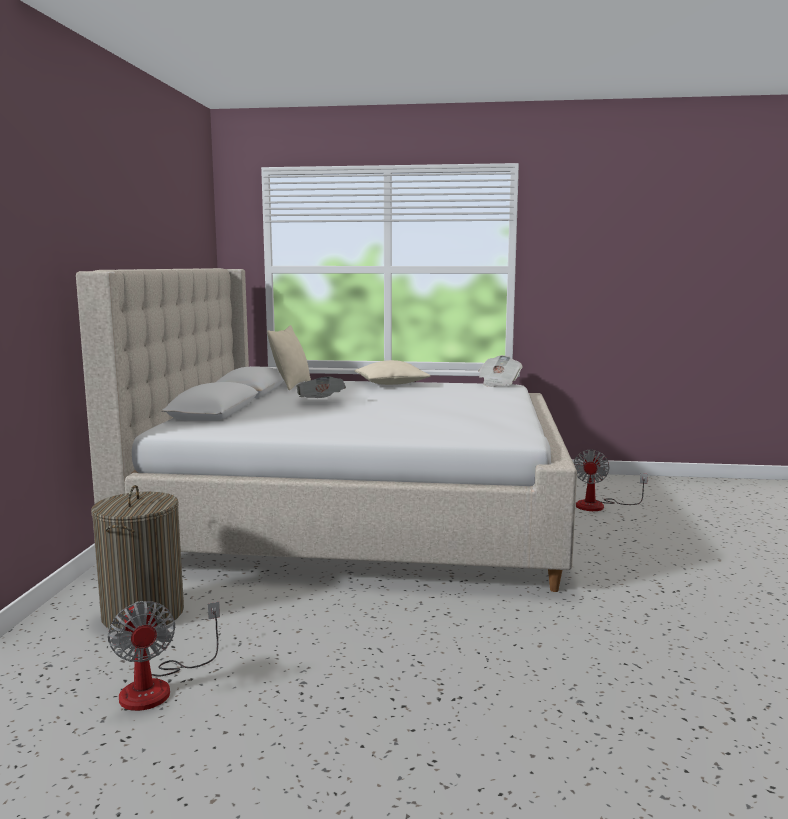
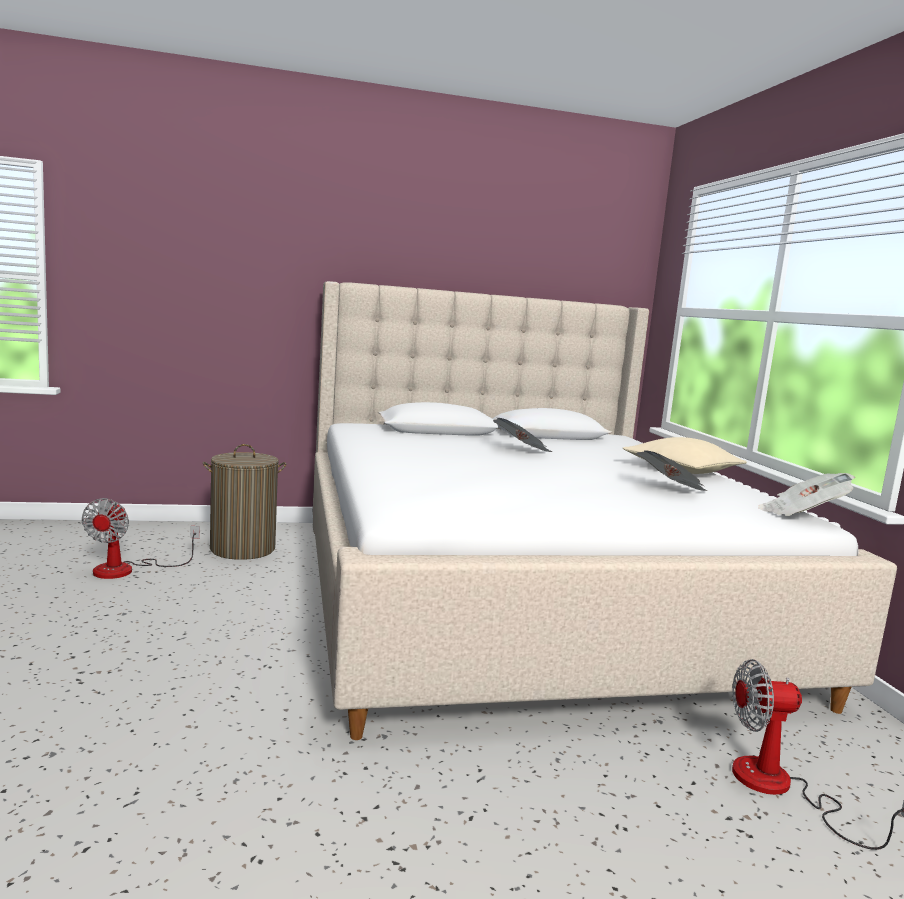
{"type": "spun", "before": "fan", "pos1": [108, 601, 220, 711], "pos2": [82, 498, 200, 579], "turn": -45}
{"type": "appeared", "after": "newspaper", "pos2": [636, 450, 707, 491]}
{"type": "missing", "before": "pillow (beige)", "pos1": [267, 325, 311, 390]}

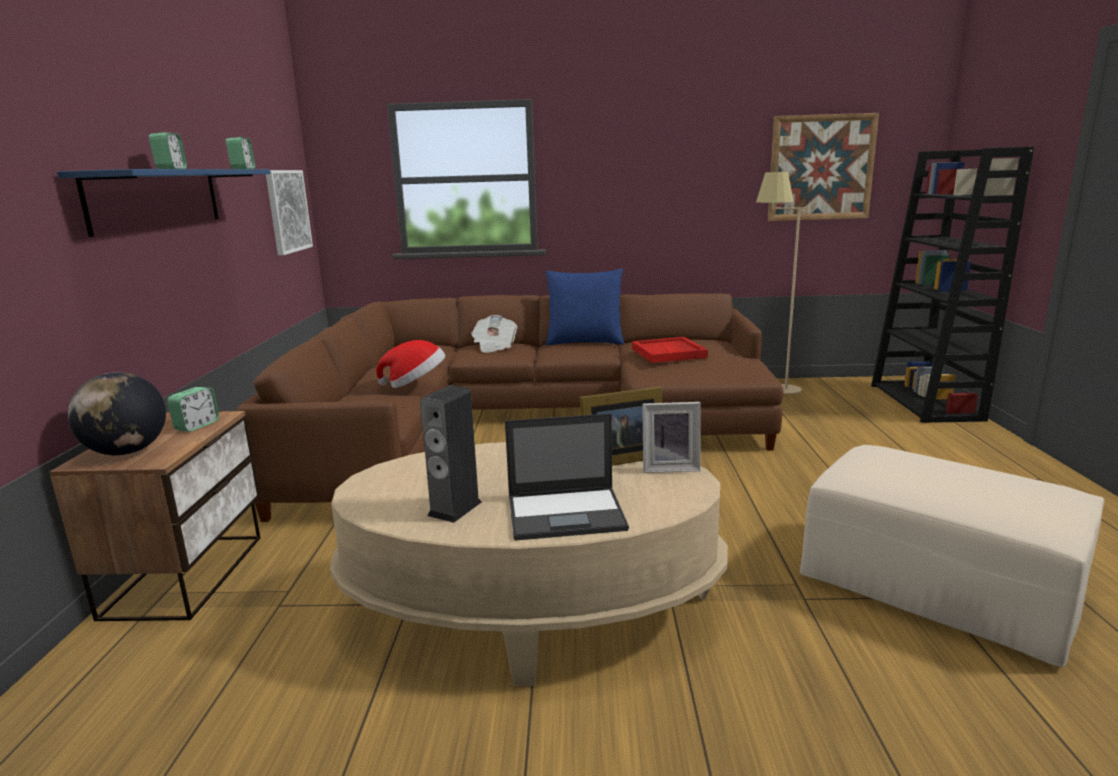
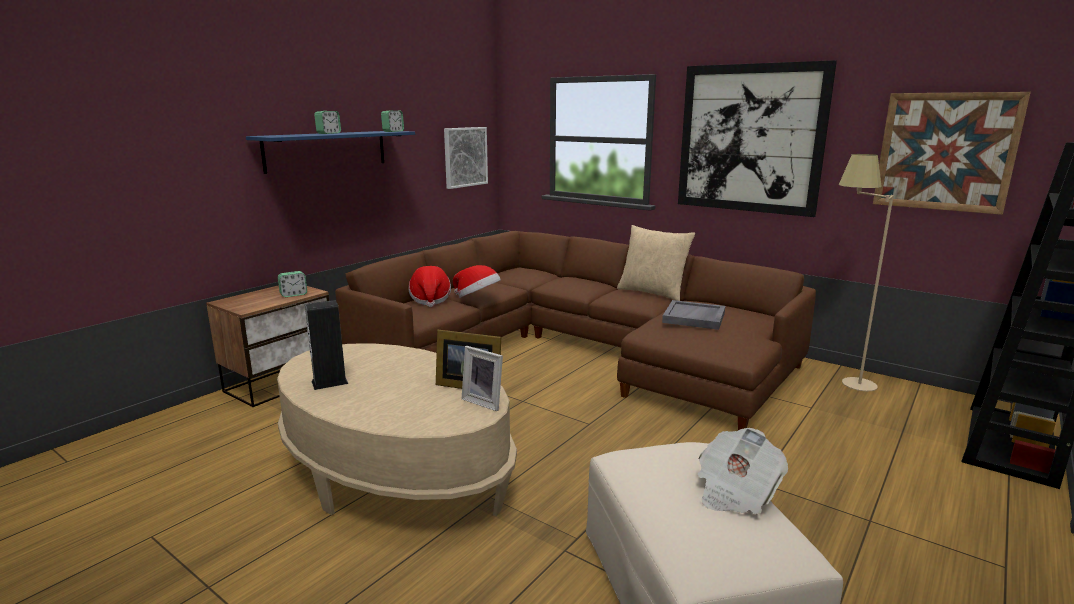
{"type": "appeared", "after": "hat", "pos2": [409, 266, 451, 307]}
{"type": "colour", "before": "pillow (blue)", "after": "pillow (beige)", "pos1": [546, 269, 624, 346], "pos2": [617, 225, 695, 301]}
{"type": "colour", "before": "tray (red)", "after": "tray (grey)", "pos1": [632, 337, 708, 363], "pos2": [662, 300, 725, 330]}
{"type": "appeared", "after": "picture", "pos2": [678, 60, 837, 217]}
{"type": "relocated", "before": "newspaper", "pos1": [471, 315, 518, 353], "pos2": [698, 428, 788, 514]}
{"type": "missing", "before": "globe", "pos1": [68, 372, 166, 456]}
{"type": "missing", "before": "laptop", "pos1": [505, 413, 629, 541]}

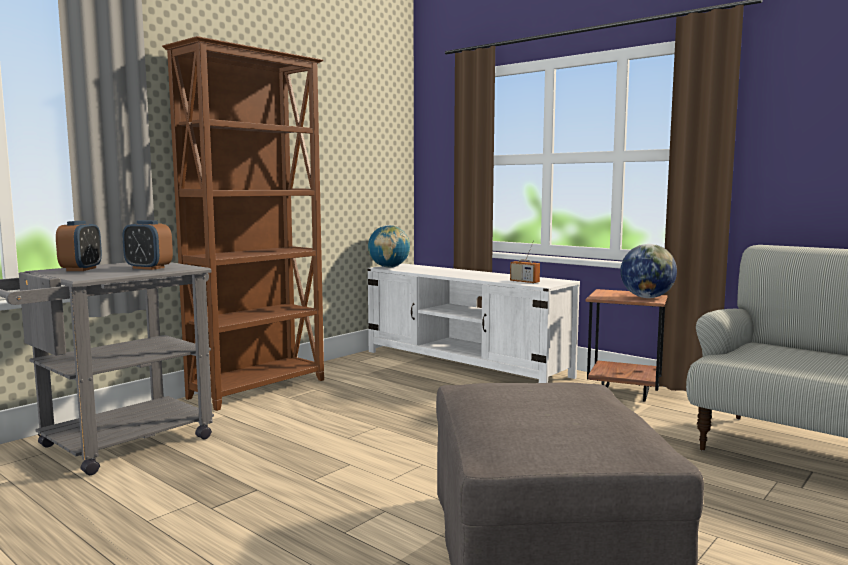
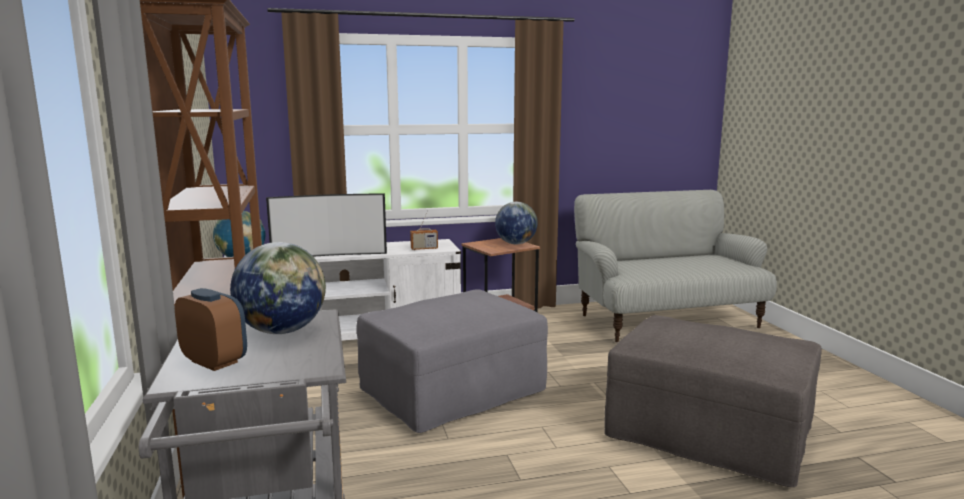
{"type": "exchanged", "before": "alarm clock", "after": "globe", "pos1": [123, 220, 173, 270], "pos2": [230, 242, 326, 334]}
{"type": "appeared", "after": "television", "pos2": [266, 193, 387, 257]}
{"type": "appeared", "after": "ottoman (grey)", "pos2": [356, 289, 548, 433]}

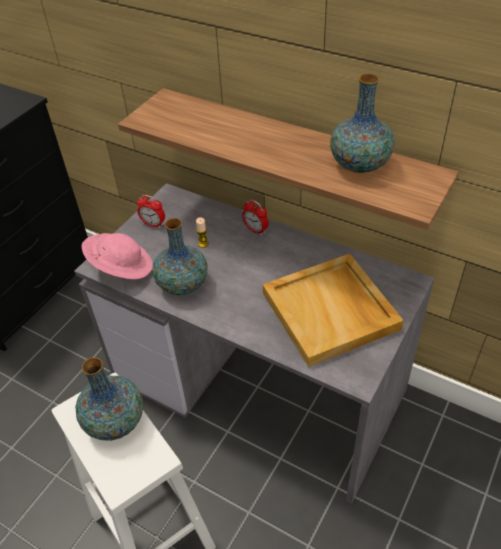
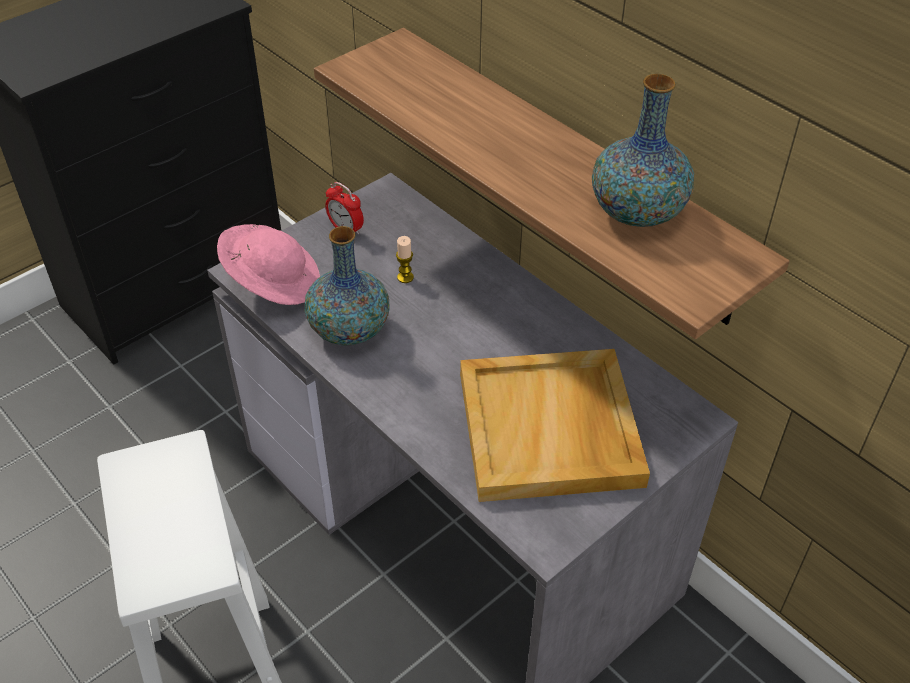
{"type": "missing", "before": "vase", "pos1": [75, 357, 143, 441]}
{"type": "missing", "before": "alarm clock", "pos1": [242, 199, 269, 235]}

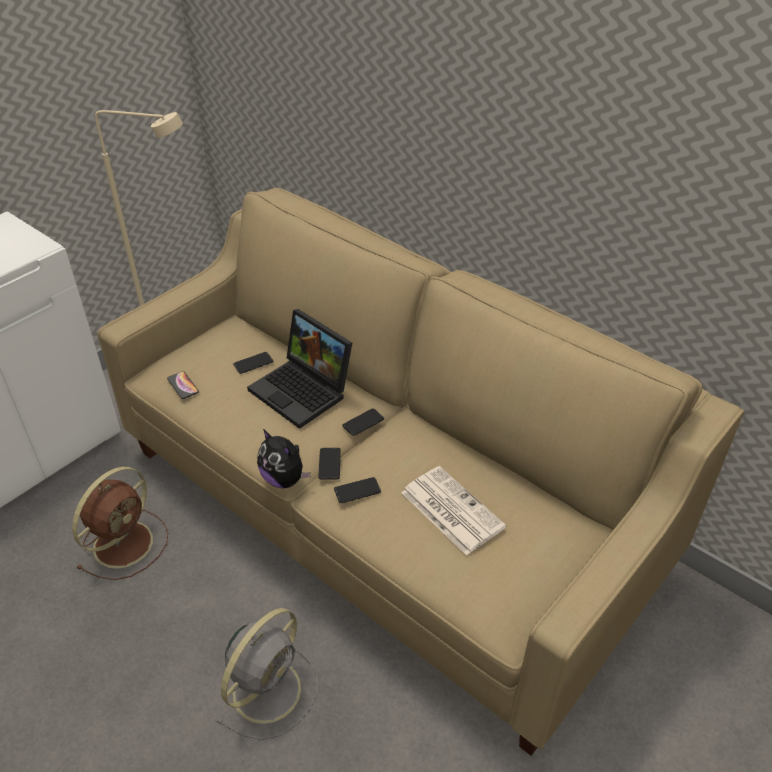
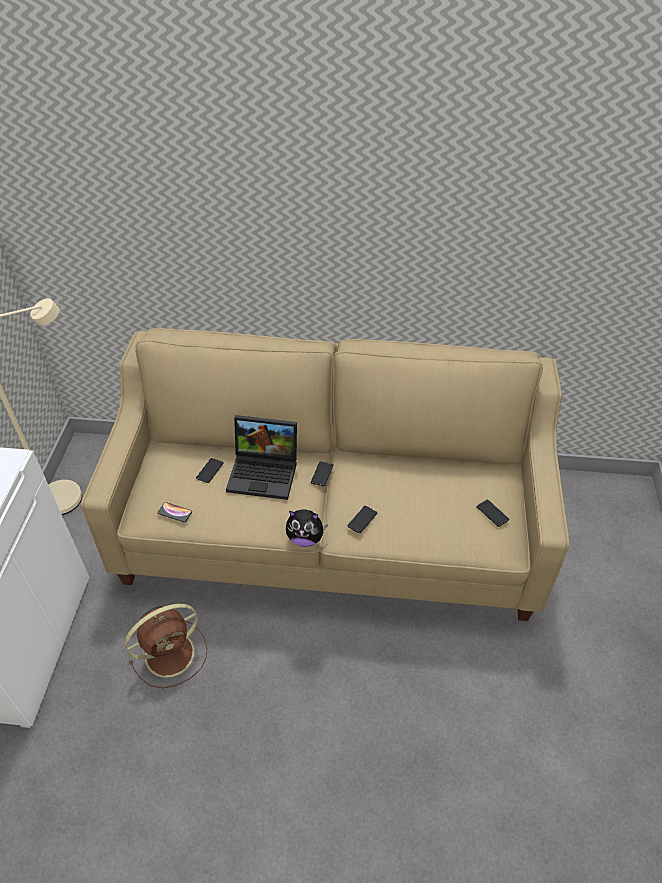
{"type": "spun", "before": "fan (brown)", "pos1": [72, 467, 168, 580], "pos2": [125, 604, 207, 688], "turn": 60}
{"type": "relocated", "before": "phone", "pos1": [318, 448, 341, 480], "pos2": [477, 500, 509, 527]}
{"type": "missing", "before": "fan (grey)", "pos1": [216, 608, 318, 740]}
{"type": "missing", "before": "newspaper", "pos1": [401, 466, 506, 556]}

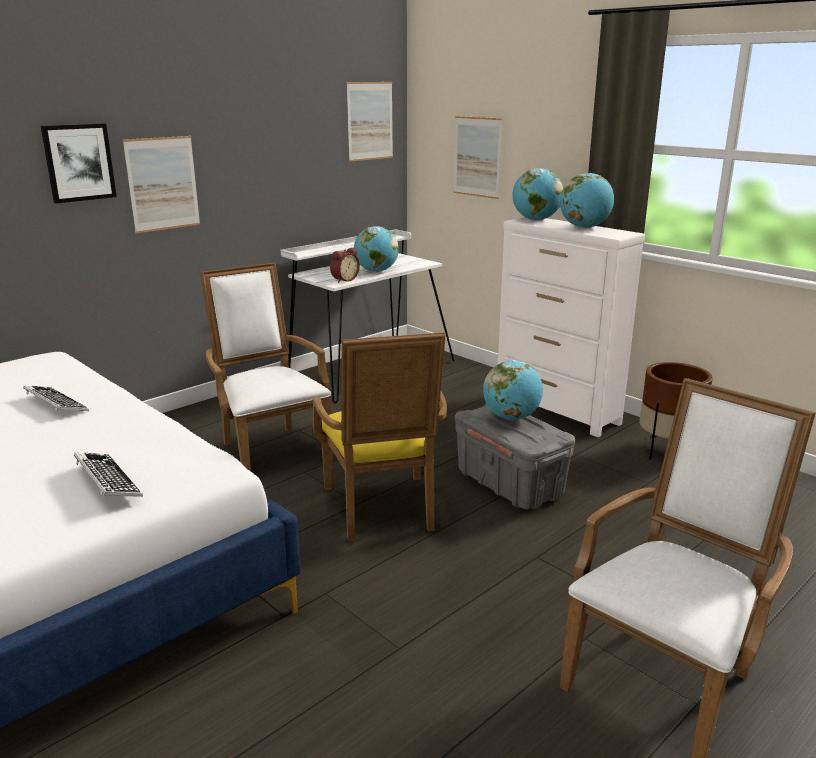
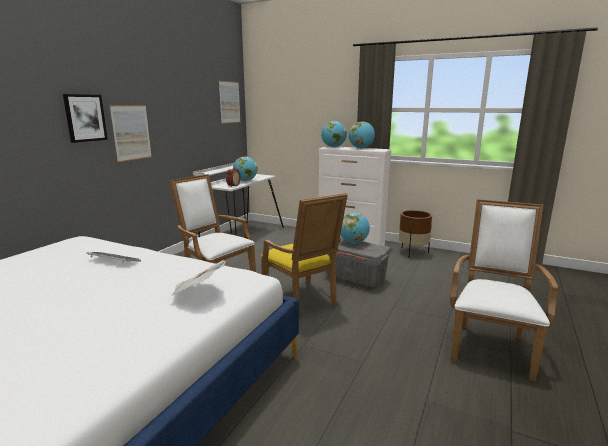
{"type": "exchanged", "before": "keyboard", "after": "newspaper", "pos1": [74, 452, 143, 497], "pos2": [170, 259, 226, 297]}
{"type": "missing", "before": "picture", "pos1": [454, 116, 503, 199]}

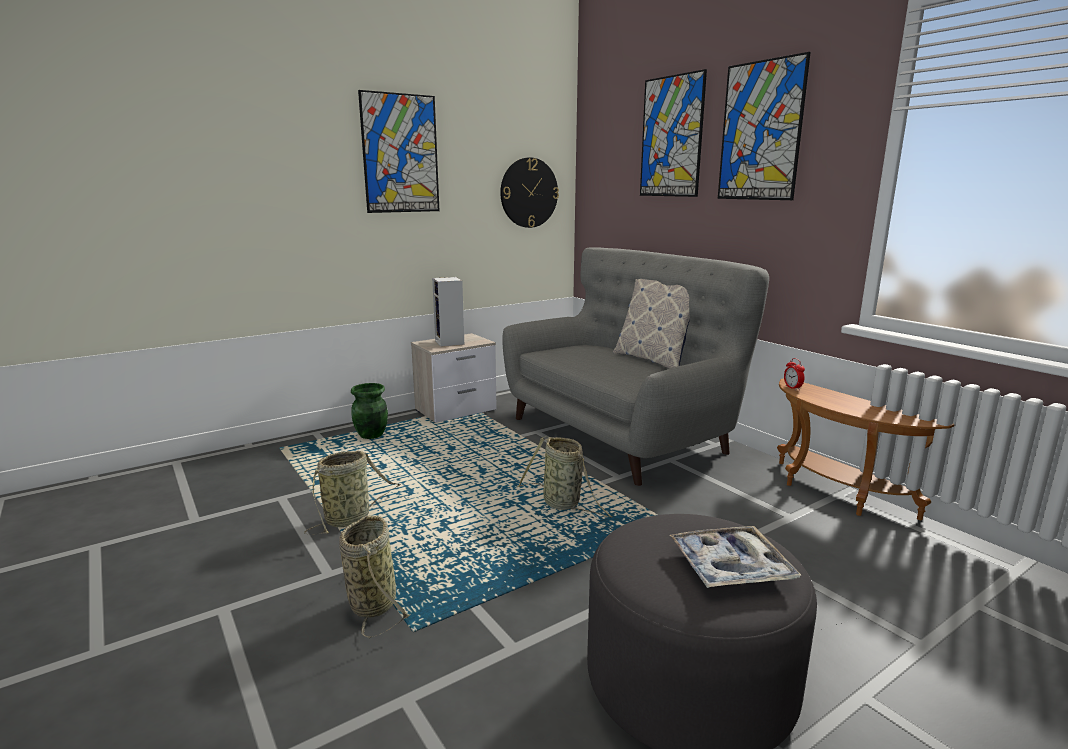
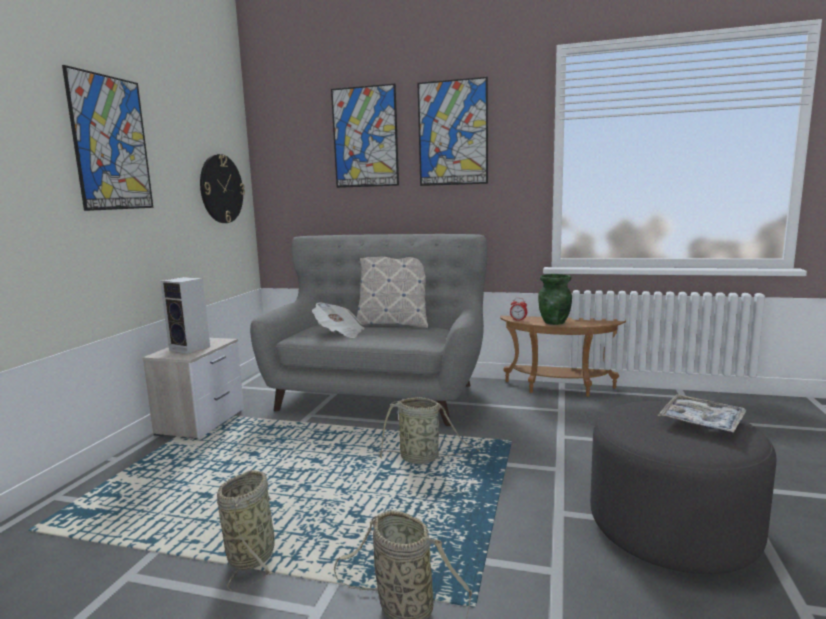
{"type": "appeared", "after": "newspaper", "pos2": [312, 302, 364, 338]}
{"type": "relocated", "before": "vase (green)", "pos1": [351, 383, 388, 439], "pos2": [538, 274, 572, 325]}

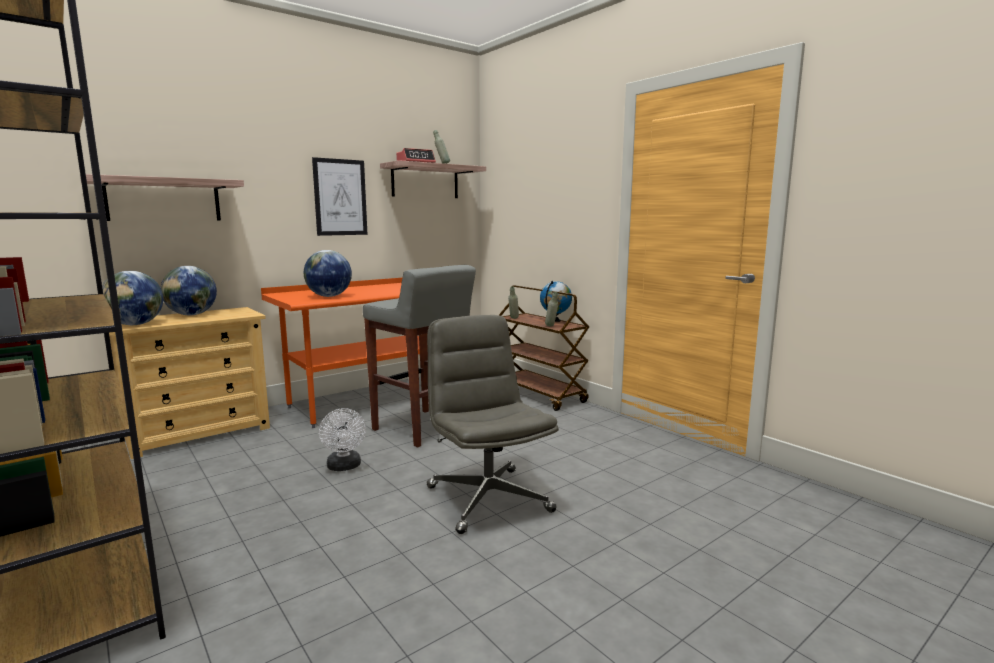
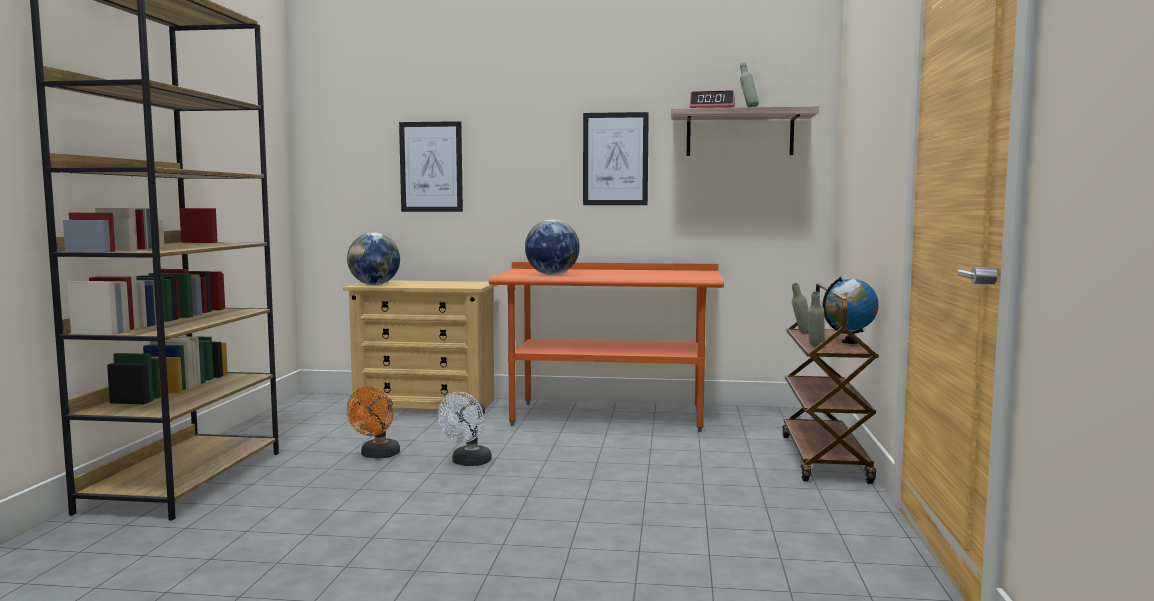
{"type": "appeared", "after": "fan (orange)", "pos2": [347, 386, 400, 459]}
{"type": "exchanged", "before": "shelf", "after": "picture", "pos1": [80, 174, 244, 221], "pos2": [399, 121, 463, 212]}
{"type": "missing", "before": "globe", "pos1": [161, 266, 217, 315]}
{"type": "missing", "before": "stool (grey)", "pos1": [363, 265, 476, 447]}
{"type": "missing", "before": "office chair (grey)", "pos1": [427, 315, 559, 534]}

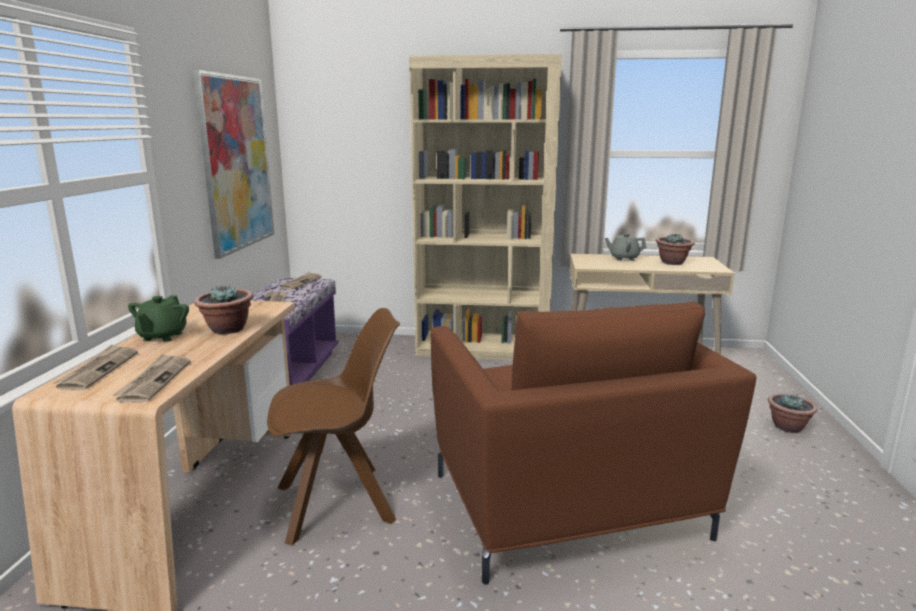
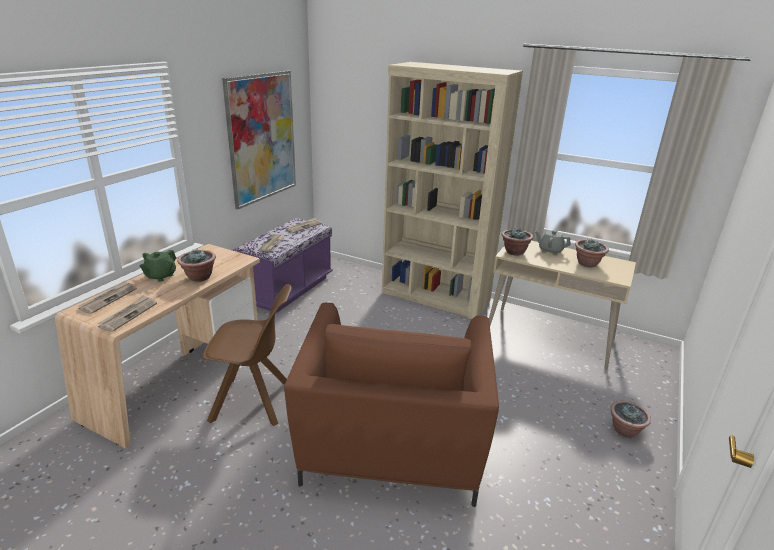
{"type": "appeared", "after": "potted plant", "pos2": [502, 228, 533, 256]}

